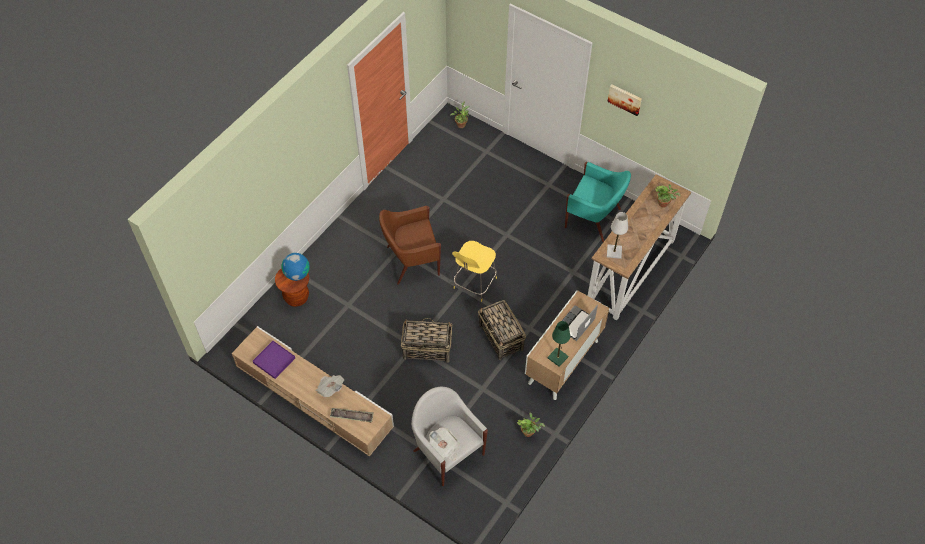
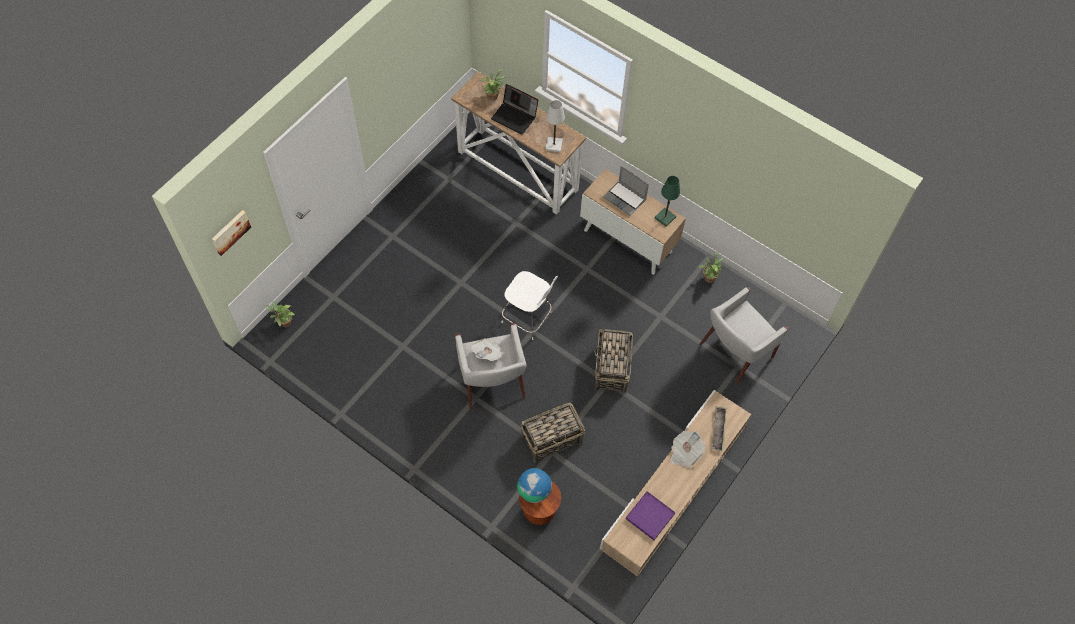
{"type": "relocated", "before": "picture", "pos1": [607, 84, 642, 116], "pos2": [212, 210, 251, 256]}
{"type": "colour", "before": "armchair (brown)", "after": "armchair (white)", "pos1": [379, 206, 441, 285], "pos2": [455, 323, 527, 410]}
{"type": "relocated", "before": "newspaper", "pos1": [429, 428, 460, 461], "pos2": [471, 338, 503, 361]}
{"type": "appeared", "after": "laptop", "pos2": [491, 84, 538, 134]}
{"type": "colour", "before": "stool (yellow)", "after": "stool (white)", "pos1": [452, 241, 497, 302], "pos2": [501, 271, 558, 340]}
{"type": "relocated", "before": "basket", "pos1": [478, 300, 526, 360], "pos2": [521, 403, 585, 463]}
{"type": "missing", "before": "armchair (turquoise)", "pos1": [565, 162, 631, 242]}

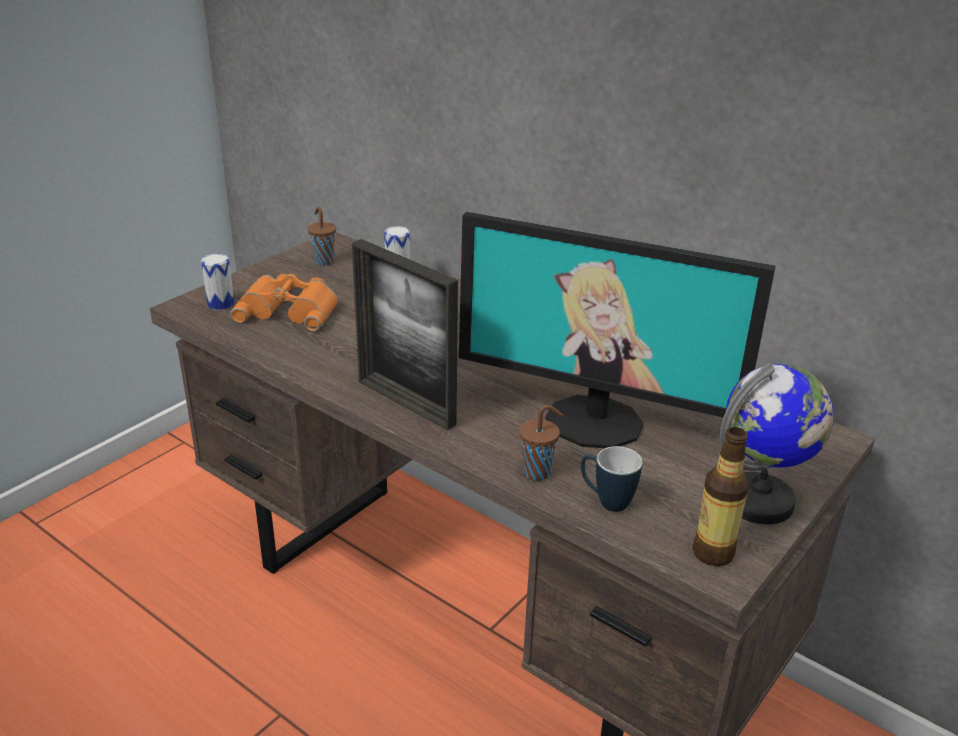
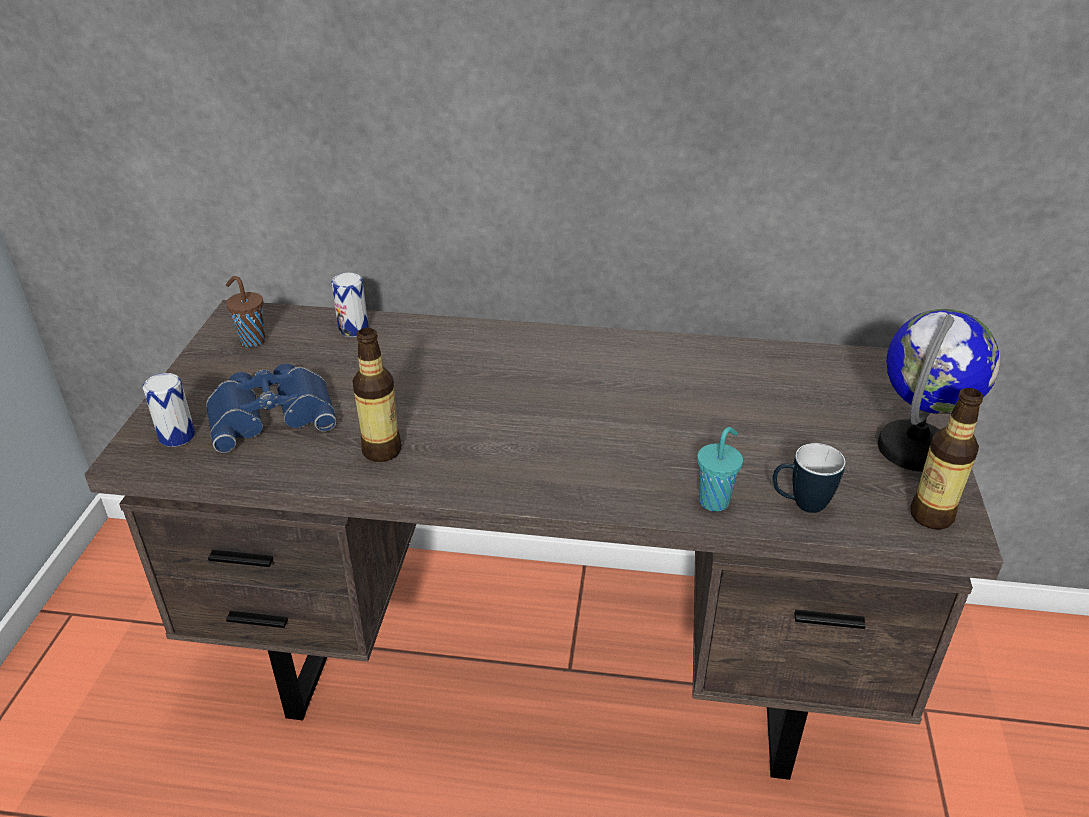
{"type": "colour", "before": "binoculars (orange)", "after": "binoculars (blue)", "pos1": [230, 274, 338, 332], "pos2": [206, 363, 337, 453]}
{"type": "appeared", "after": "bottle", "pos2": [352, 328, 401, 462]}
{"type": "colour", "before": "cup (brown)", "after": "cup (turquoise)", "pos1": [519, 405, 563, 481], "pos2": [697, 427, 743, 512]}
{"type": "missing", "before": "picture frame", "pos1": [352, 239, 458, 430]}
{"type": "missing", "before": "monitor", "pos1": [459, 212, 776, 448]}

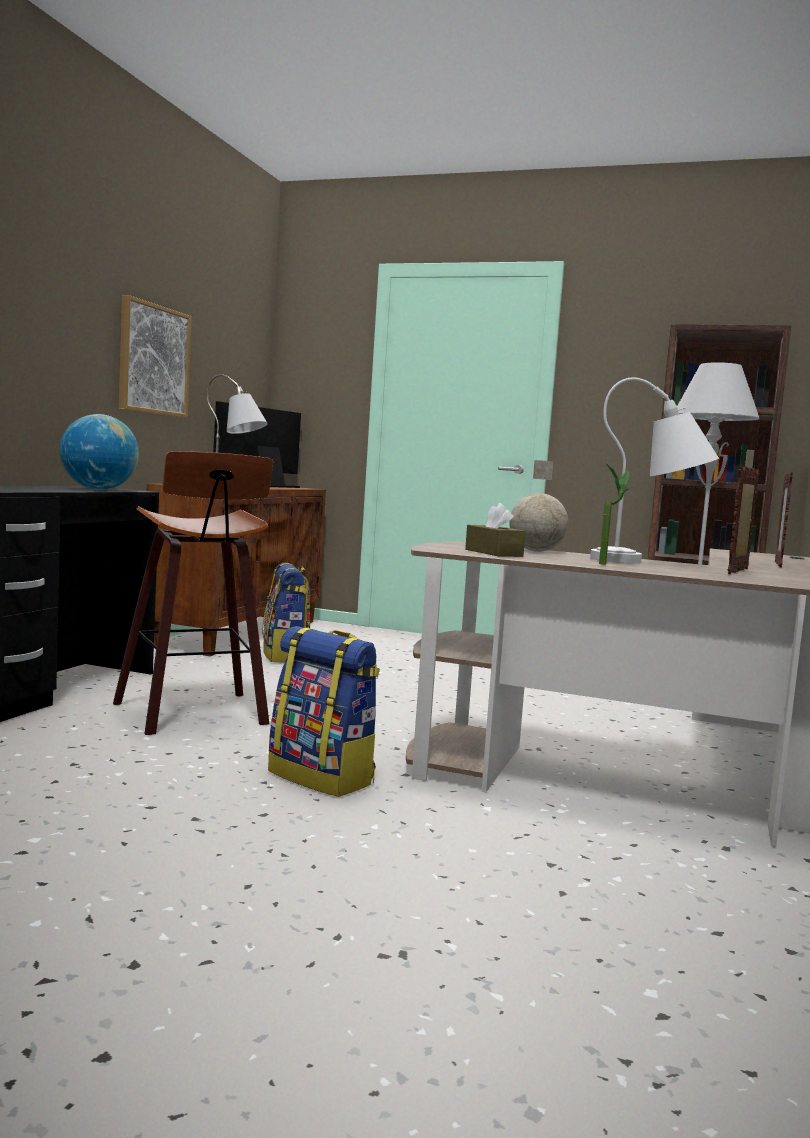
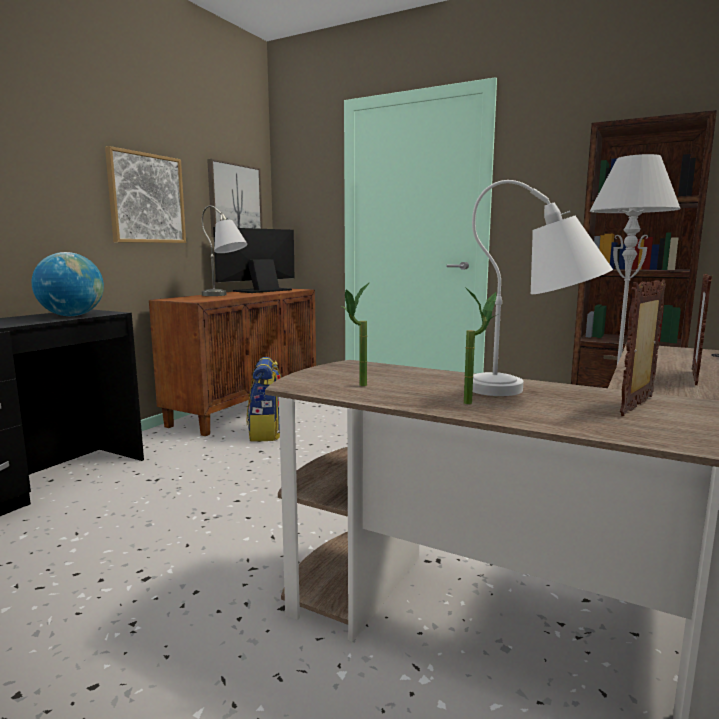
{"type": "appeared", "after": "picture", "pos2": [207, 159, 263, 237]}
{"type": "exchanged", "before": "tissue box (brown)", "after": "potted plant", "pos1": [465, 503, 525, 557], "pos2": [341, 282, 370, 386]}
{"type": "missing", "before": "stool", "pos1": [113, 451, 273, 735]}
{"type": "missing", "before": "backpack", "pos1": [268, 626, 380, 797]}
{"type": "missing", "before": "globe", "pos1": [509, 460, 568, 552]}

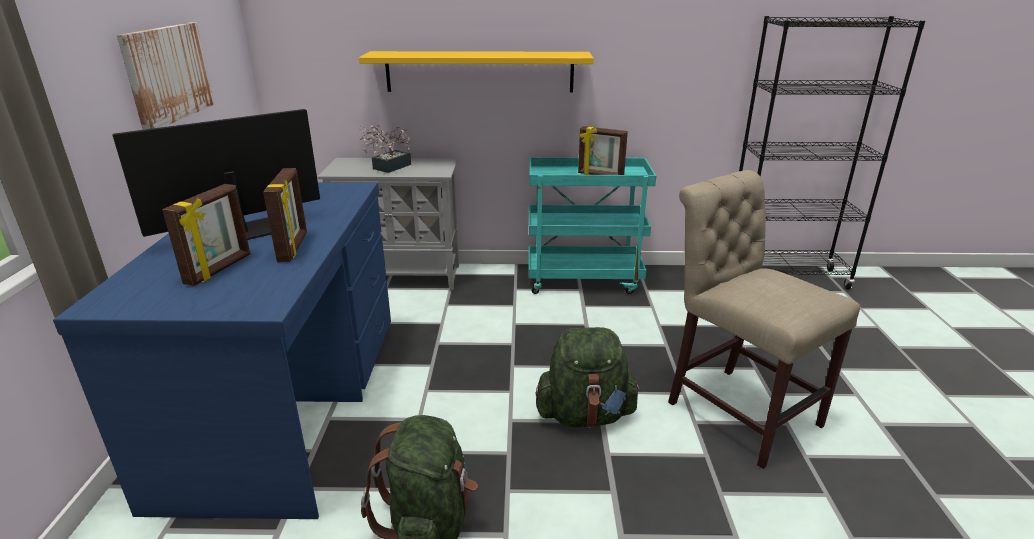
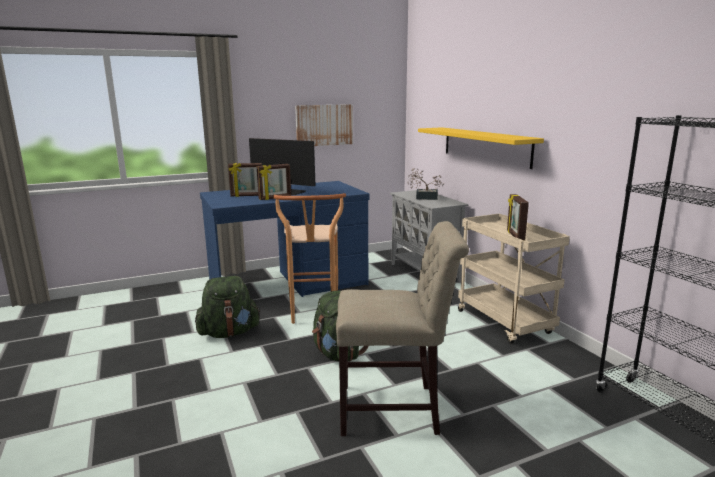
{"type": "appeared", "after": "stool (brown)", "pos2": [273, 193, 346, 324]}
{"type": "spun", "before": "chair (beige)", "pos1": [668, 170, 860, 469], "pos2": [336, 221, 469, 436], "turn": 60}
{"type": "colour", "before": "cart (turquoise)", "after": "cart (beige)", "pos1": [529, 157, 656, 294], "pos2": [458, 214, 570, 344]}

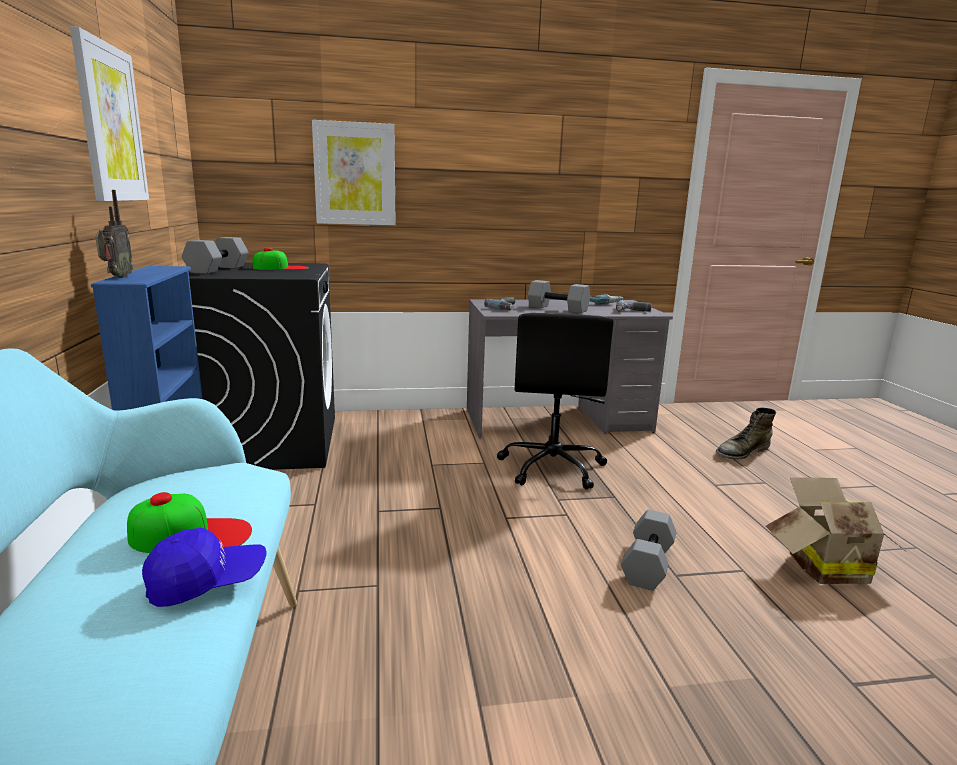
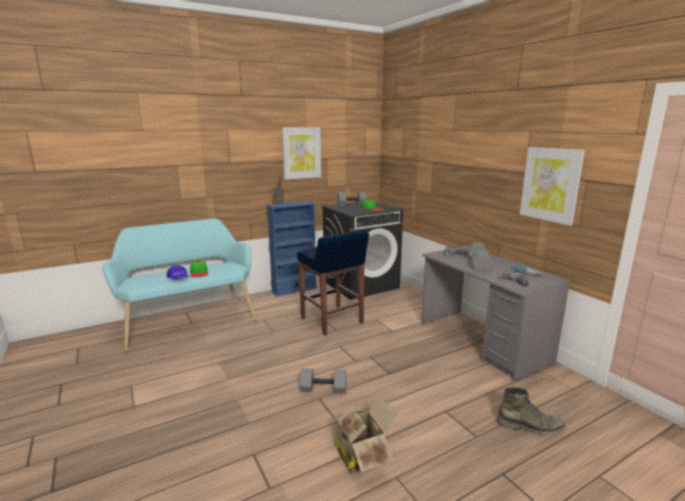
{"type": "appeared", "after": "stool (blue)", "pos2": [297, 230, 369, 336]}
{"type": "spun", "before": "boot (green)", "pos1": [716, 407, 776, 459], "pos2": [497, 387, 566, 434], "turn": 150}
{"type": "relocated", "before": "picture", "pos1": [312, 120, 396, 225], "pos2": [520, 147, 585, 225]}
{"type": "missing", "before": "office chair (black)", "pos1": [497, 313, 614, 490]}

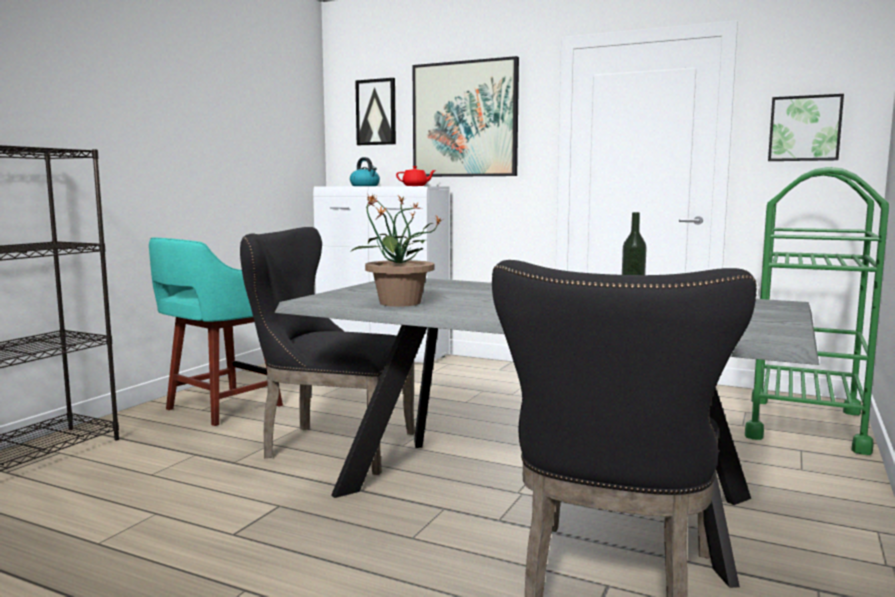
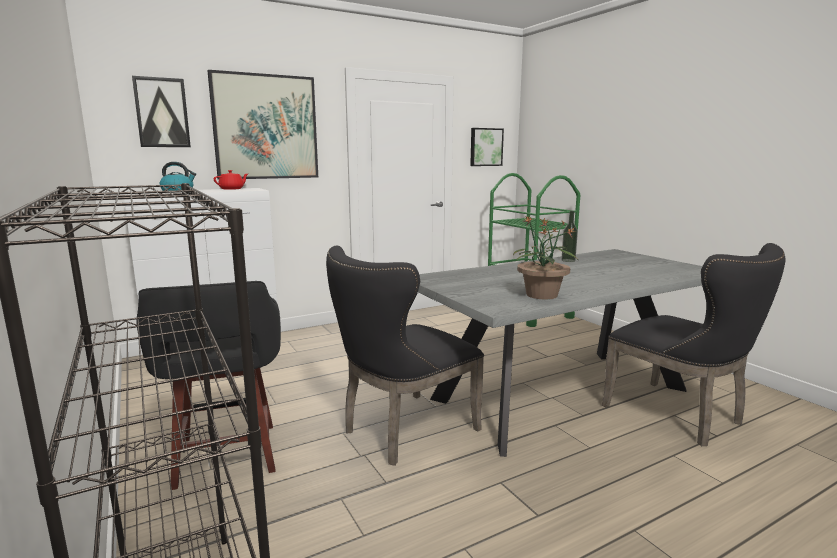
{"type": "colour", "before": "stool (turquoise)", "after": "stool (black)", "pos1": [149, 237, 283, 426], "pos2": [136, 281, 281, 490]}

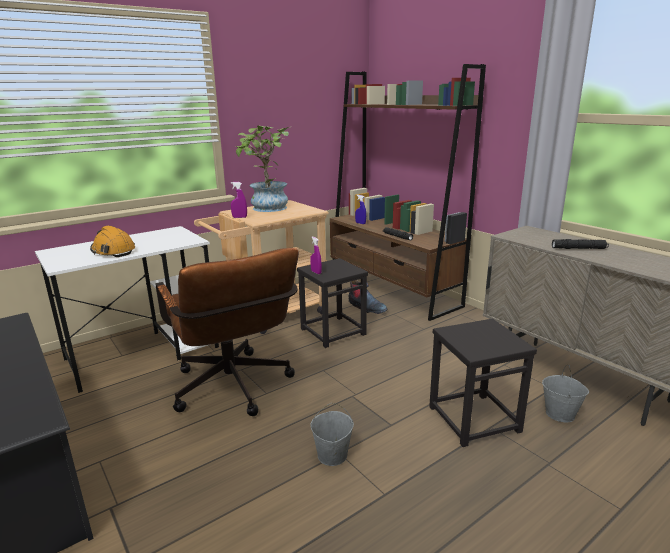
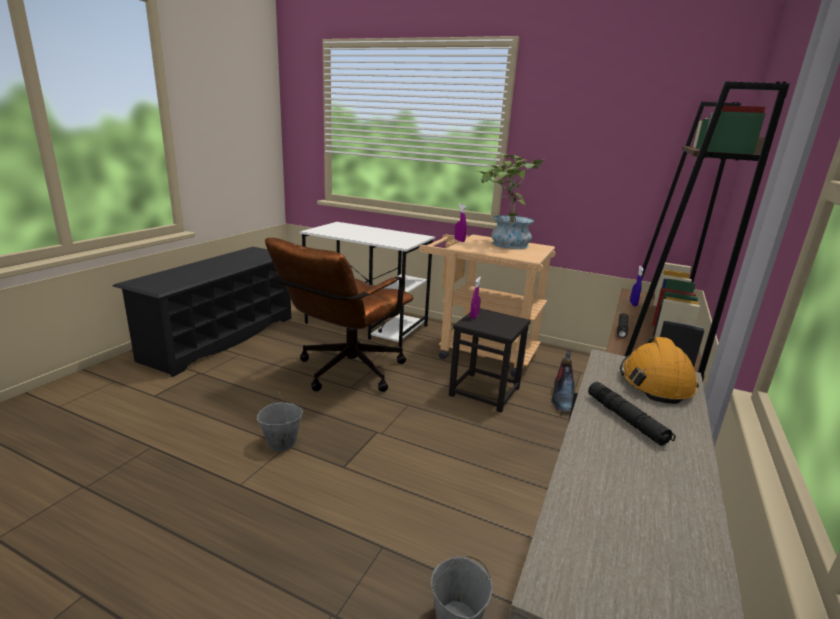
{"type": "relocated", "before": "hard hat (orange)", "pos1": [90, 226, 135, 257], "pos2": [620, 337, 699, 404]}
{"type": "missing", "before": "stool (black)", "pos1": [429, 319, 537, 447]}

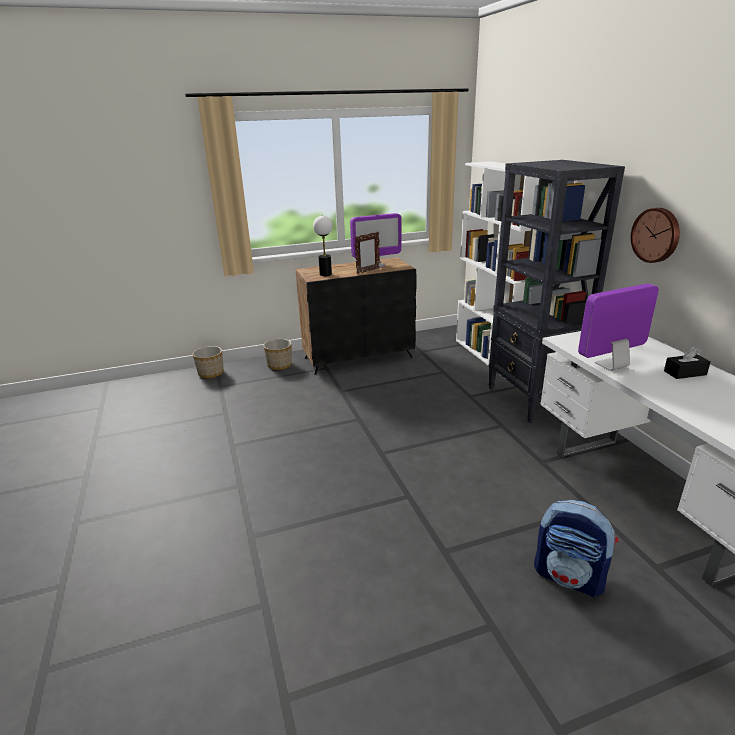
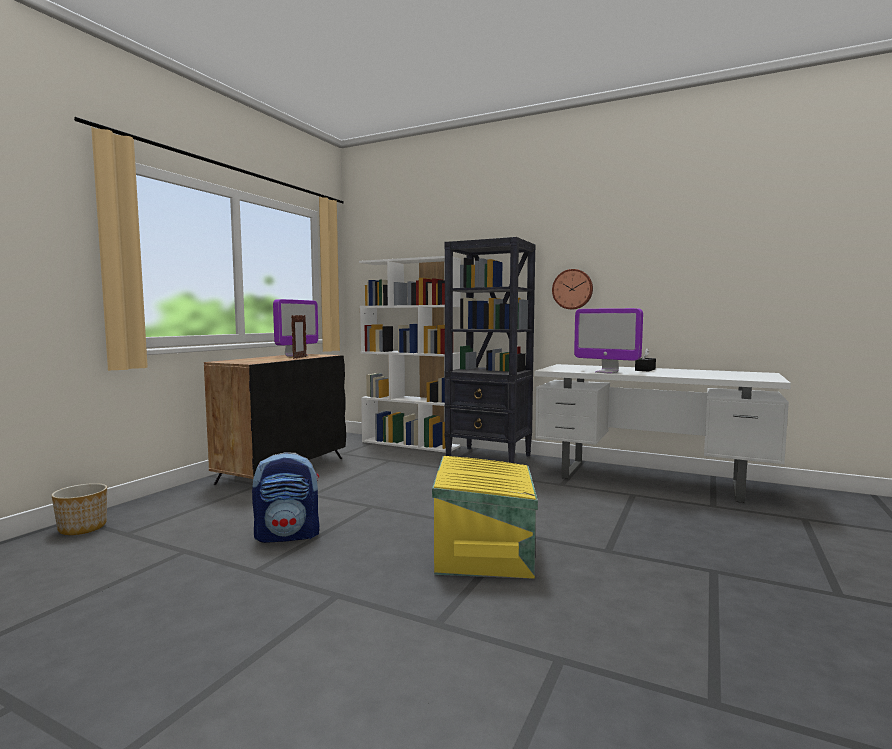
{"type": "relocated", "before": "backpack", "pos1": [534, 500, 618, 597], "pos2": [252, 452, 319, 543]}
{"type": "appeared", "after": "storage box (yellow)", "pos2": [432, 456, 538, 579]}
{"type": "spun", "before": "monitor", "pos1": [578, 284, 659, 371], "pos2": [574, 308, 643, 374], "turn": -75}
{"type": "missing", "before": "planter", "pos1": [263, 339, 292, 370]}
{"type": "missing", "before": "table lamp", "pos1": [313, 216, 332, 276]}

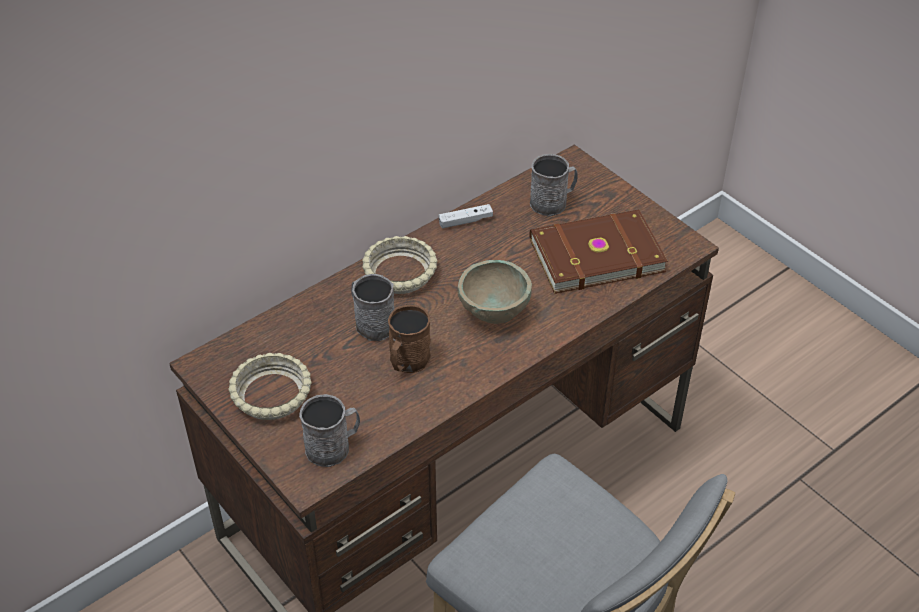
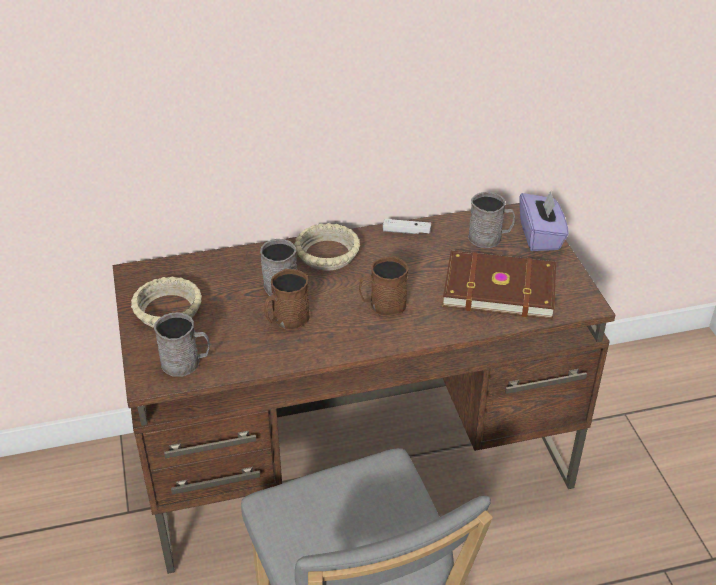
{"type": "exchanged", "before": "bowl (beige)", "after": "mug (brown)", "pos1": [458, 260, 532, 324], "pos2": [359, 256, 409, 316]}
{"type": "appeared", "after": "tissue box (purple)", "pos2": [520, 191, 569, 251]}

